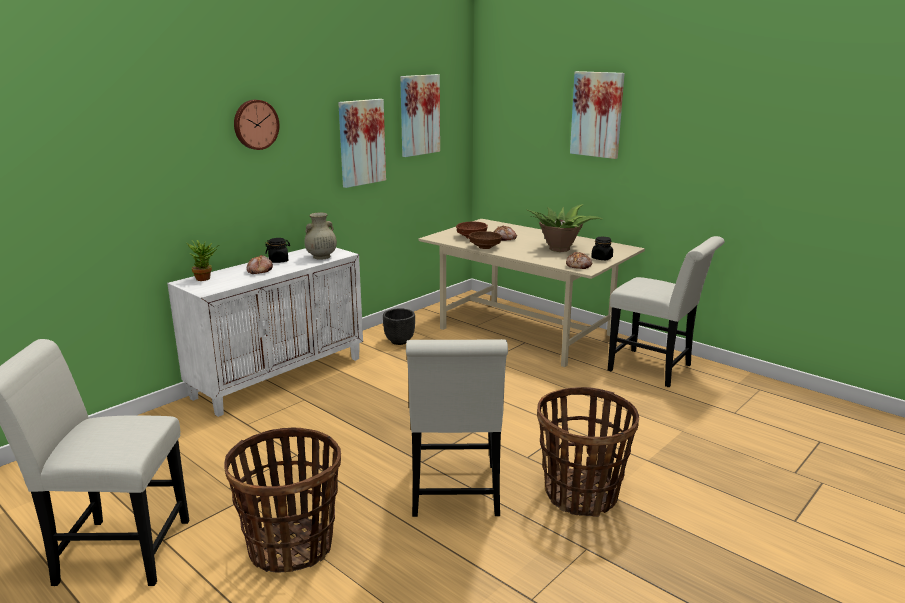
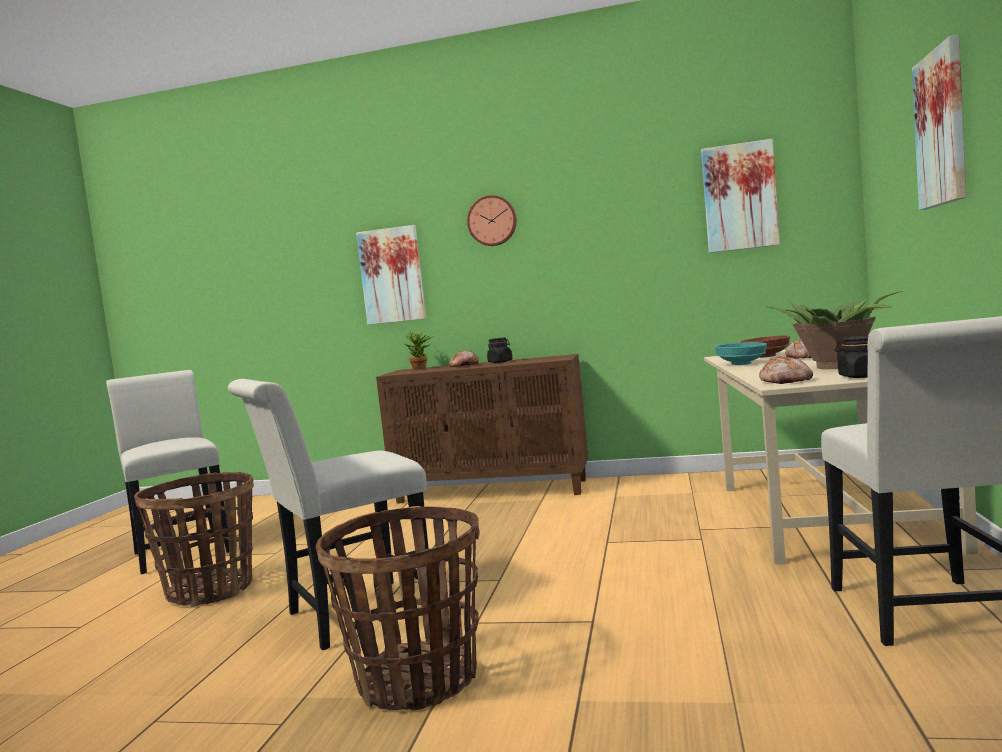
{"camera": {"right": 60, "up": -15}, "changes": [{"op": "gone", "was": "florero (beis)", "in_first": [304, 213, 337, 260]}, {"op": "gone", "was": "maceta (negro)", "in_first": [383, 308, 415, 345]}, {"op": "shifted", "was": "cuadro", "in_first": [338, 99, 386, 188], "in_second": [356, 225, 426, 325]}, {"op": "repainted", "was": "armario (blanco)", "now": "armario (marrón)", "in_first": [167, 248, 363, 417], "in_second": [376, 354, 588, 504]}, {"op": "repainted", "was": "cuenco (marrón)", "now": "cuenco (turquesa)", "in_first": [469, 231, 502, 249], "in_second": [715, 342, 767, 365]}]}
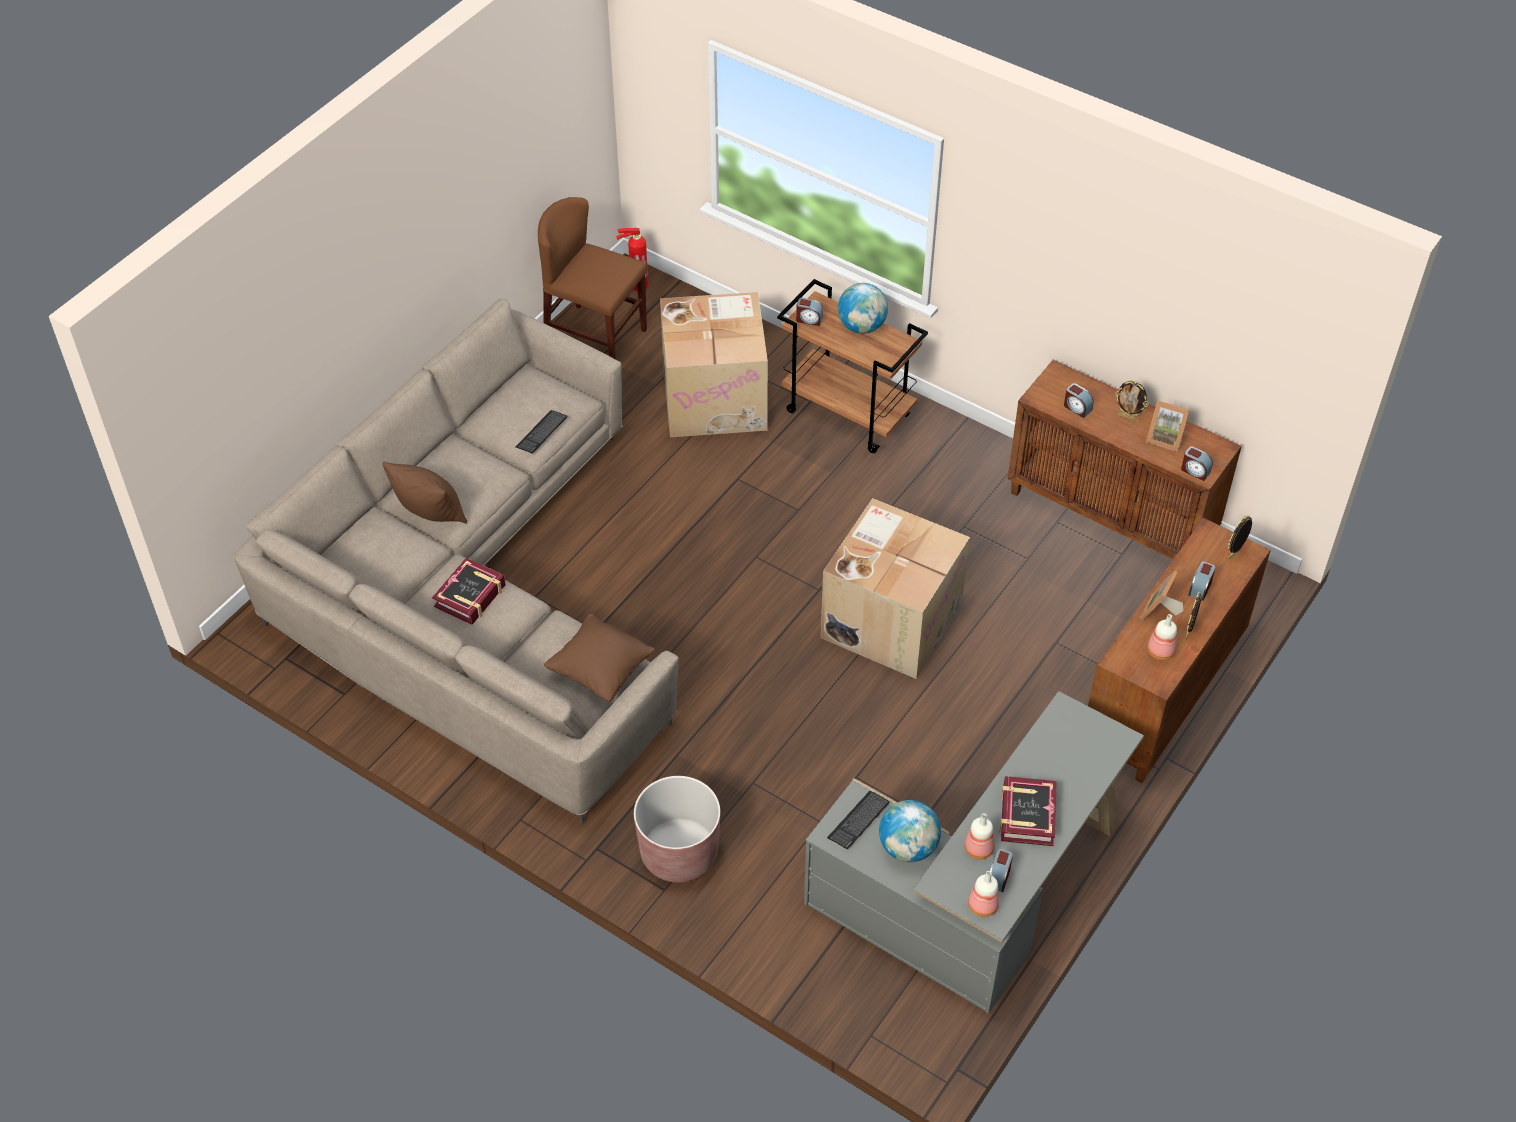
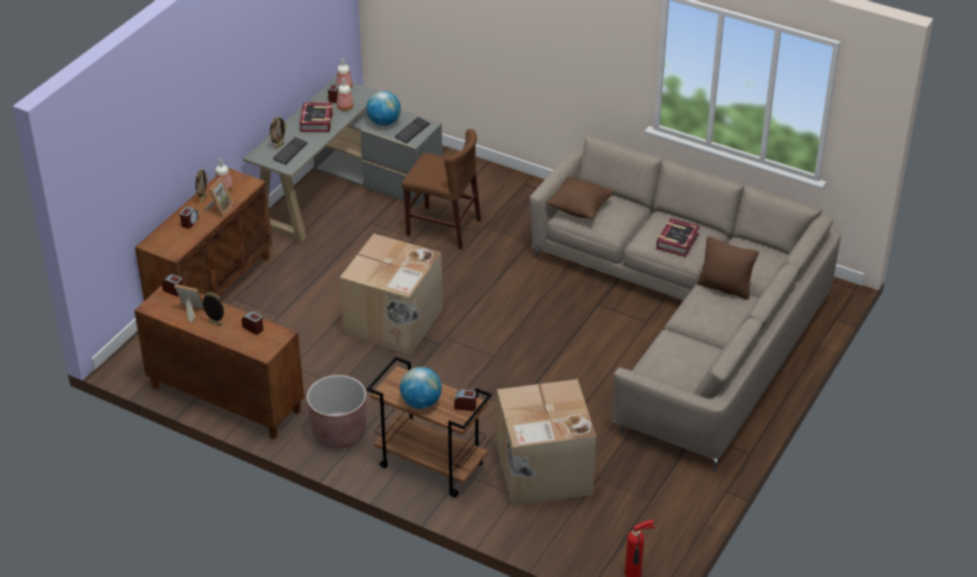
{"camera": {"right": 175, "up": -10}, "changes": [{"op": "shifted", "was": "teclado", "in_first": [515, 410, 568, 454], "in_second": [273, 137, 308, 165]}, {"op": "shifted", "was": "silla (marrón)", "in_first": [538, 197, 647, 359], "in_second": [402, 129, 481, 249]}, {"op": "shifted", "was": "maceta (marrón)", "in_first": [634, 776, 721, 883], "in_second": [307, 375, 366, 449]}, {"op": "shifted", "was": "portarretratos", "in_first": [1227, 515, 1252, 559], "in_second": [269, 117, 287, 149]}]}
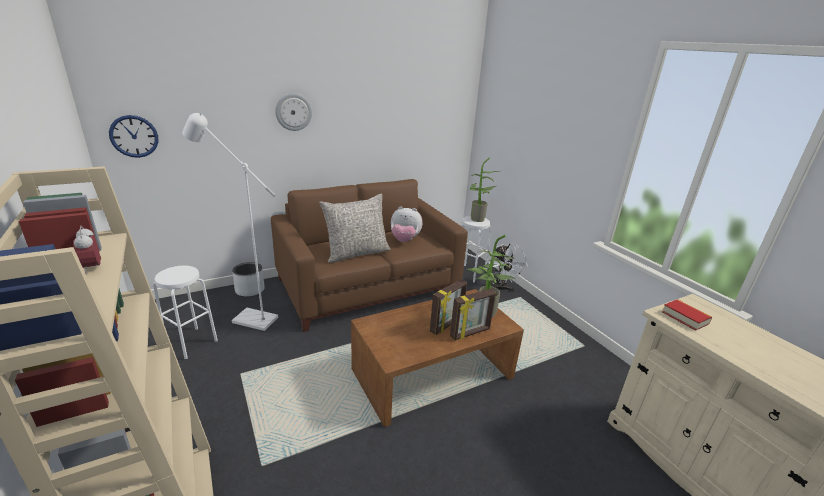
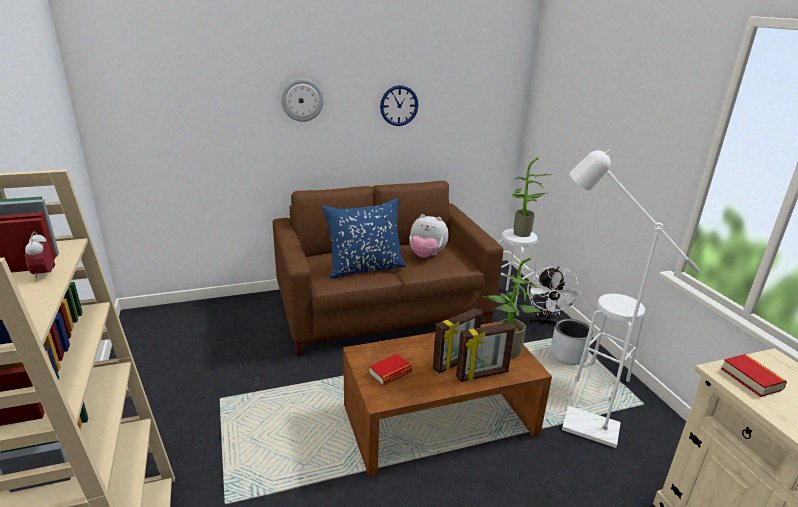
{"camera": {"right": 10, "up": 0}, "changes": [{"op": "new", "now": "libro", "in_second": [369, 354, 412, 386]}, {"op": "shifted", "was": "reloj de pared", "in_first": [109, 115, 158, 158], "in_second": [380, 85, 418, 126]}, {"op": "shifted", "was": "taburete (blanco)", "in_first": [153, 266, 218, 359], "in_second": [576, 294, 645, 398]}, {"op": "shifted", "was": "lámpara de pie (blanco)", "in_first": [182, 112, 278, 331], "in_second": [562, 150, 700, 448]}, {"op": "shifted", "was": "maceta (gris)", "in_first": [232, 262, 265, 297], "in_second": [550, 319, 593, 365]}, {"op": "repainted", "was": "cojín (gris)", "now": "cojín (azul)", "in_first": [319, 193, 391, 263], "in_second": [322, 198, 406, 278]}]}
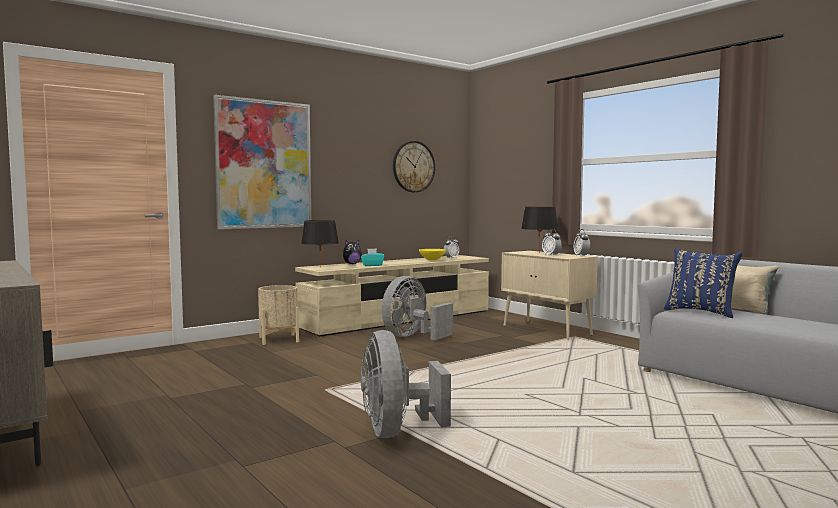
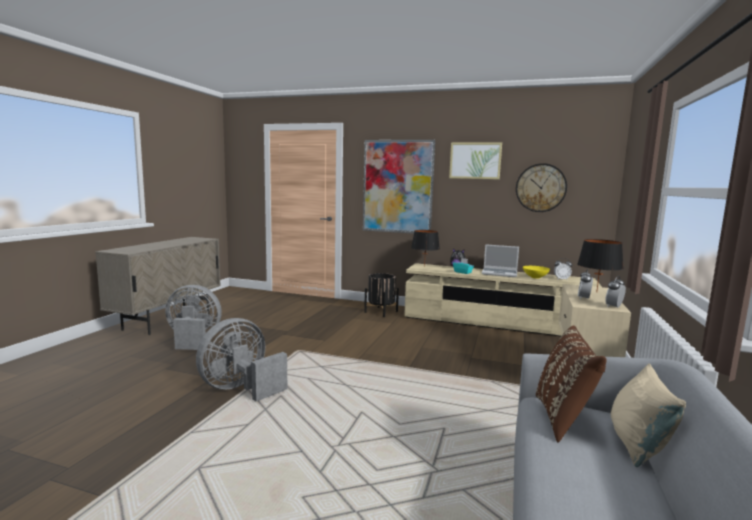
{"camera": {"right": 55, "up": 5}, "changes": [{"op": "new", "now": "cuadro", "in_second": [449, 142, 502, 179]}, {"op": "new", "now": "portátil", "in_second": [482, 244, 519, 277]}, {"op": "shifted", "was": "ventilador (gris)", "in_first": [382, 276, 453, 340], "in_second": [165, 285, 222, 350]}, {"op": "repainted", "was": "maceta (beis)", "now": "maceta (negro)", "in_first": [258, 285, 299, 345], "in_second": [364, 273, 399, 317]}, {"op": "repainted", "was": "cojín (azul)", "now": "cojín (marrón)", "in_first": [664, 249, 742, 318], "in_second": [536, 325, 606, 443]}]}
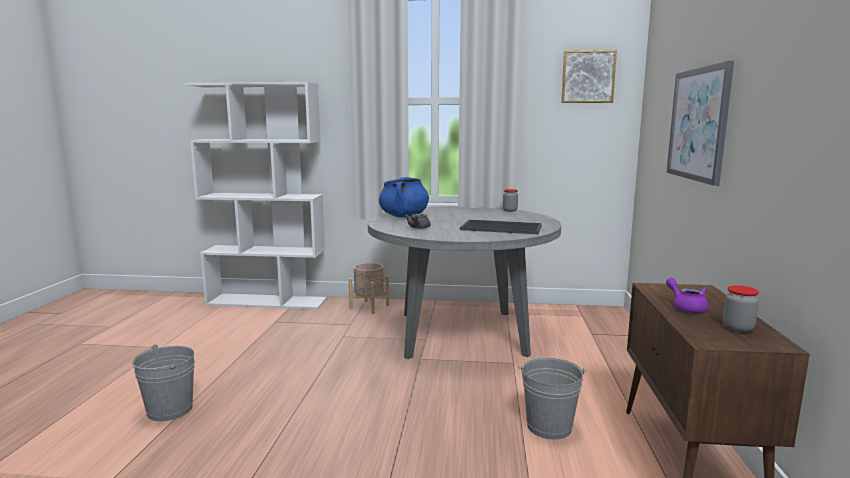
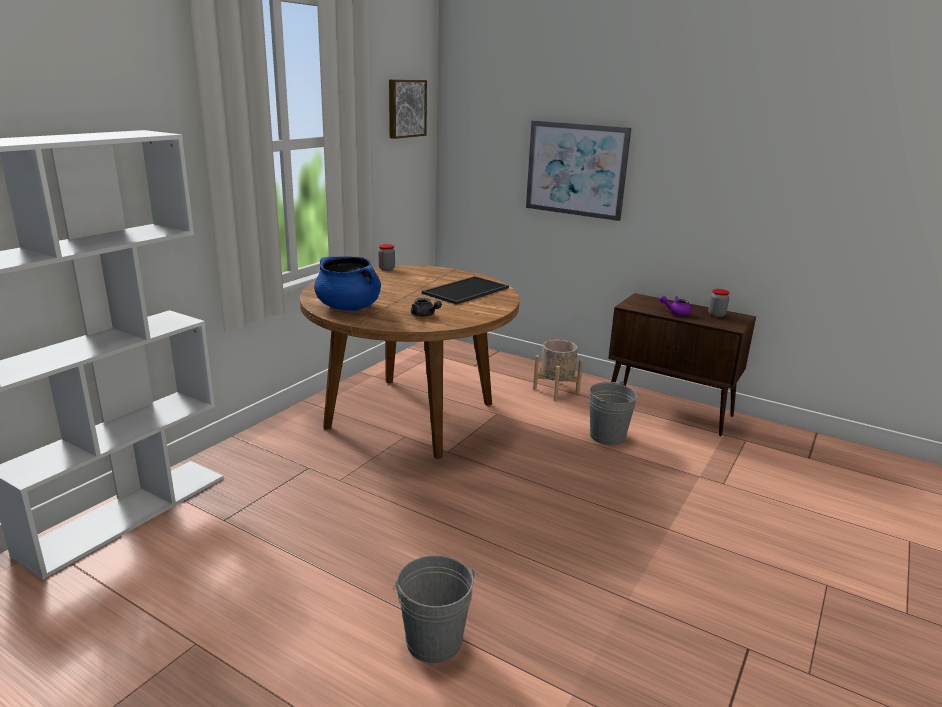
{"camera": {"right": -65, "up": 10}, "changes": [{"op": "shifted", "was": "maceta (beis)", "in_first": [349, 263, 389, 314], "in_second": [533, 340, 583, 401]}, {"op": "repainted", "was": "mesa de comedor (gris)", "now": "mesa de comedor (marrón)", "in_first": [368, 206, 561, 359], "in_second": [300, 265, 520, 459]}]}
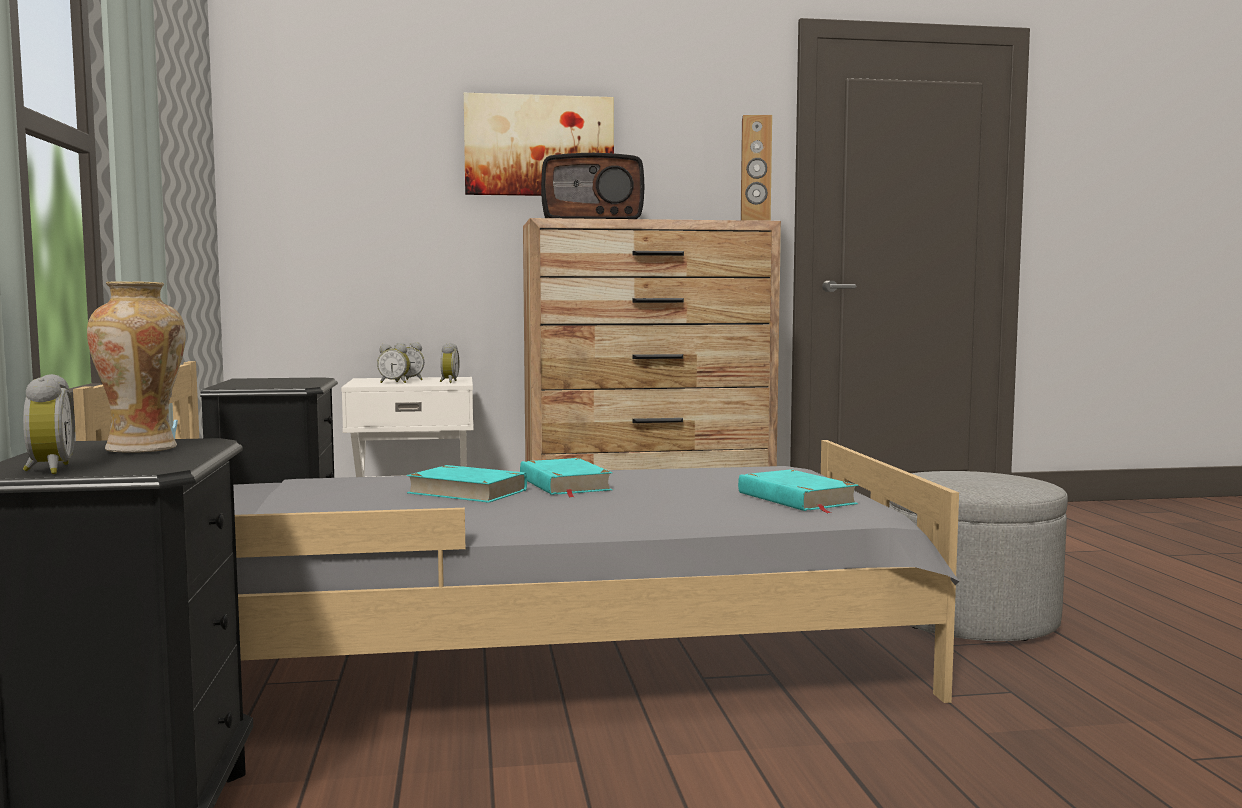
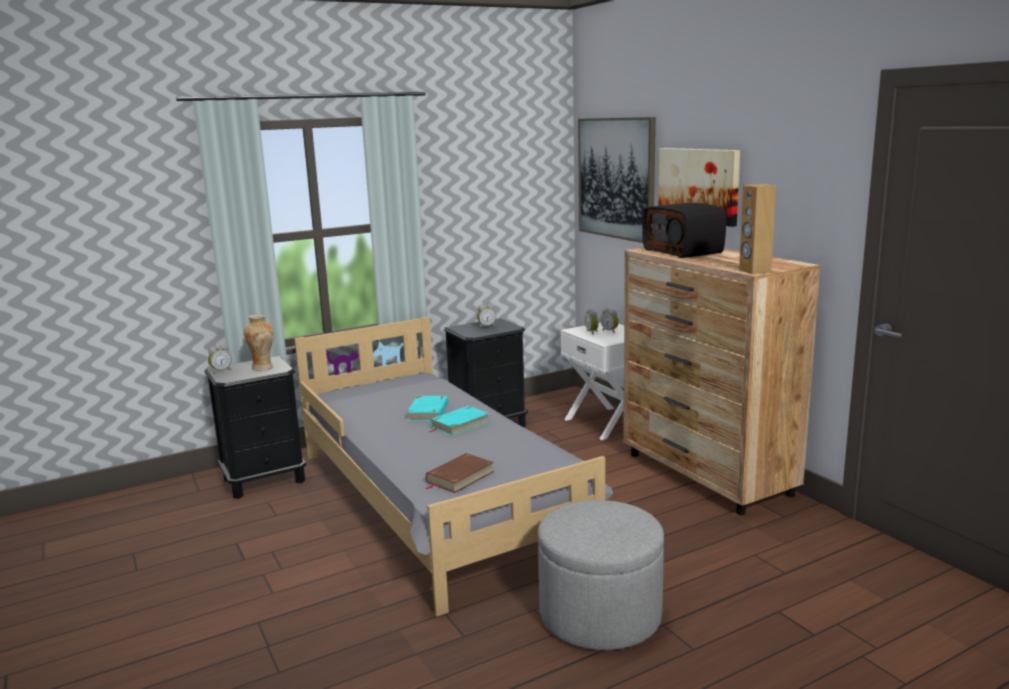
{"camera": {"right": 70, "up": 10}, "changes": [{"op": "new", "now": "cuadro", "in_second": [578, 117, 656, 243]}, {"op": "shifted", "was": "despertador", "in_first": [440, 343, 460, 383], "in_second": [477, 304, 496, 328]}, {"op": "repainted", "was": "libro (turquesa)", "now": "libro (marrón)", "in_first": [738, 469, 858, 513], "in_second": [425, 453, 494, 493]}]}
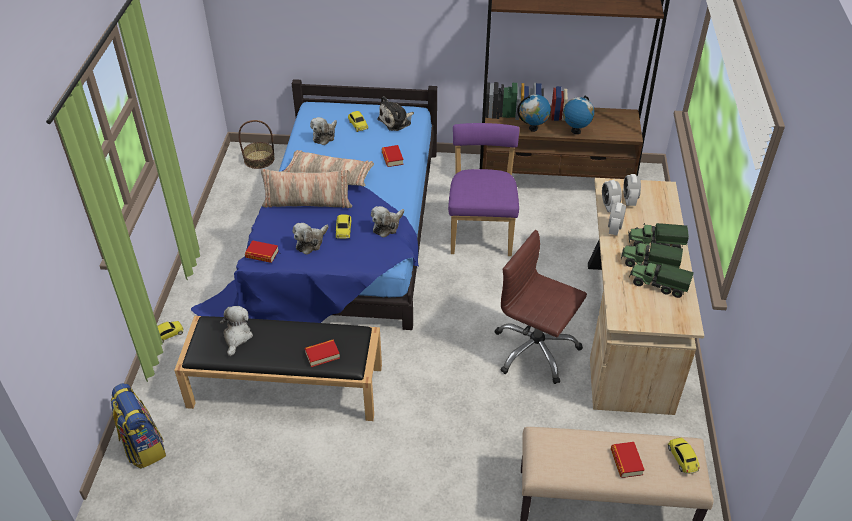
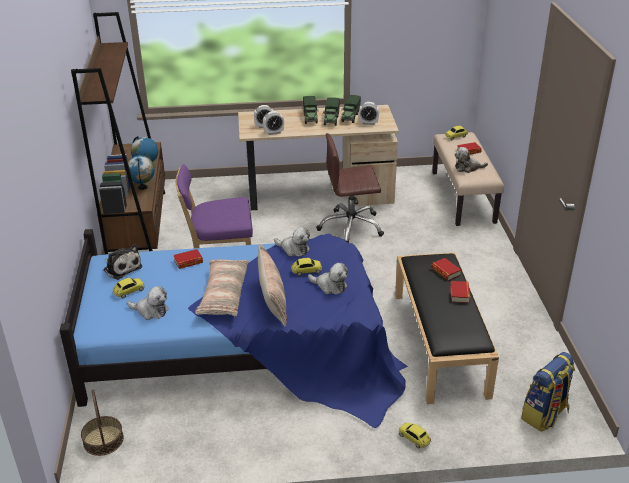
{"camera": {"right": -100, "up": -10}, "changes": [{"op": "shifted", "was": "peluche", "in_first": [220, 306, 253, 356], "in_second": [455, 147, 488, 173]}, {"op": "shifted", "was": "libro", "in_first": [245, 240, 279, 263], "in_second": [450, 281, 470, 303]}, {"op": "shifted", "was": "despertador", "in_first": [608, 202, 626, 235], "in_second": [359, 102, 379, 125]}, {"op": "rotated", "was": "silla de oficina (marrón)", "in_first": [495, 230, 587, 384], "in_second": [316, 133, 384, 243], "clockwise": 60}]}
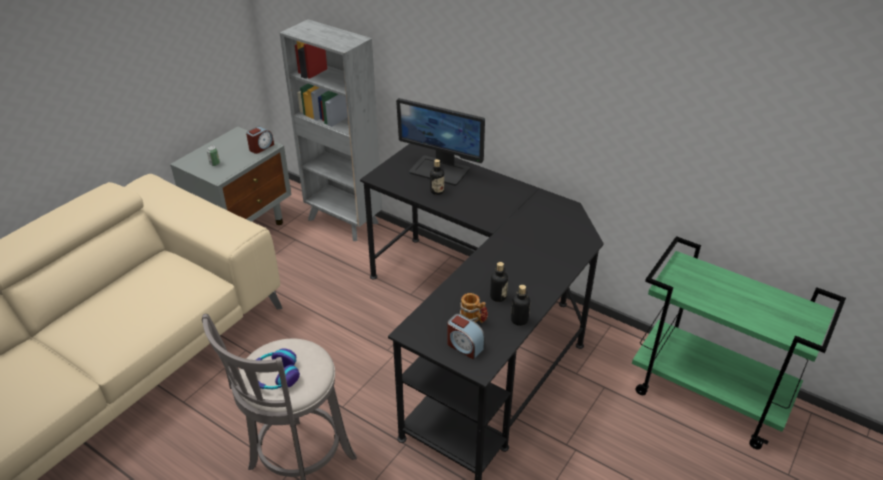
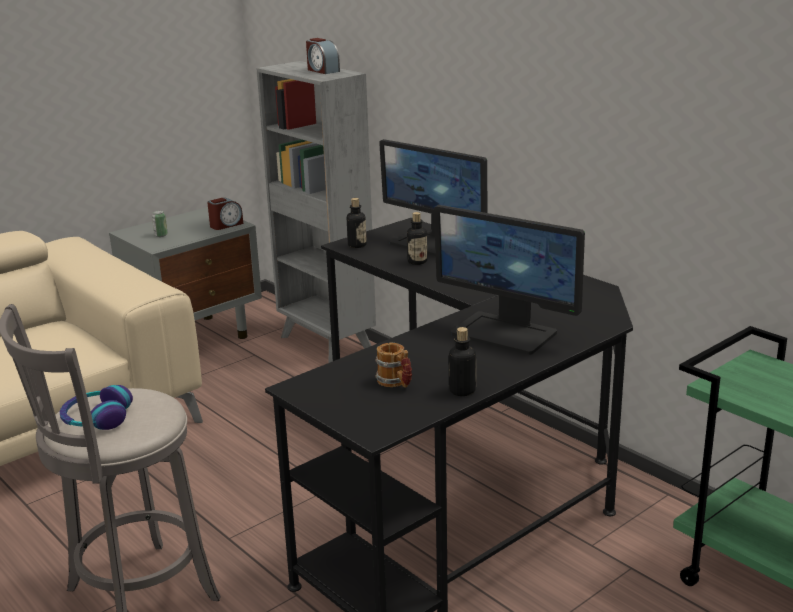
{"camera": {"right": 15, "up": -15}, "changes": [{"op": "new", "now": "monitor", "in_second": [434, 205, 585, 355]}, {"op": "shifted", "was": "despertador", "in_first": [447, 314, 485, 360], "in_second": [306, 38, 340, 74]}, {"op": "shifted", "was": "botella", "in_first": [490, 262, 508, 302], "in_second": [347, 198, 367, 248]}]}
